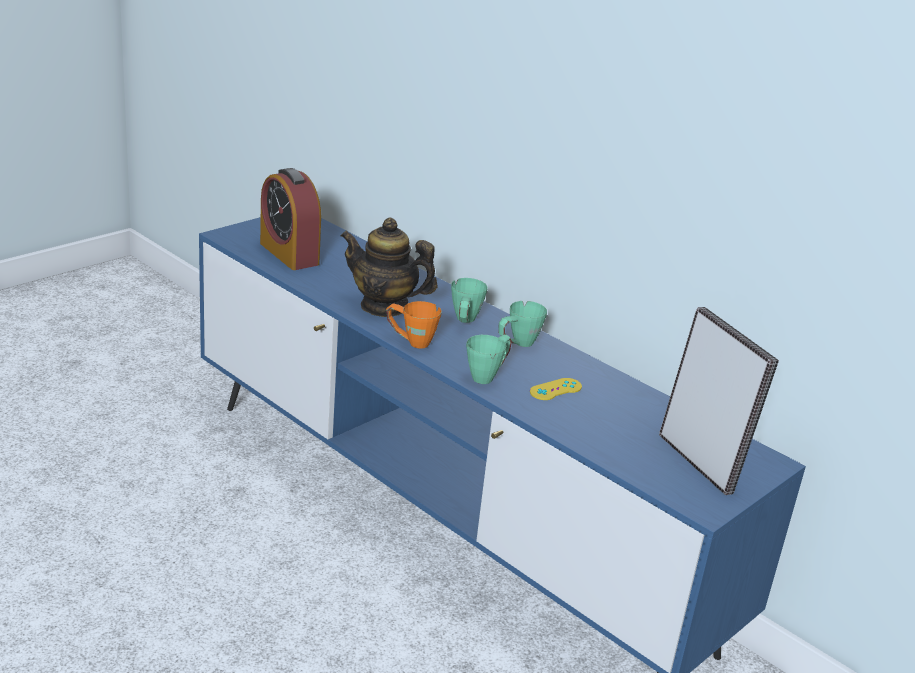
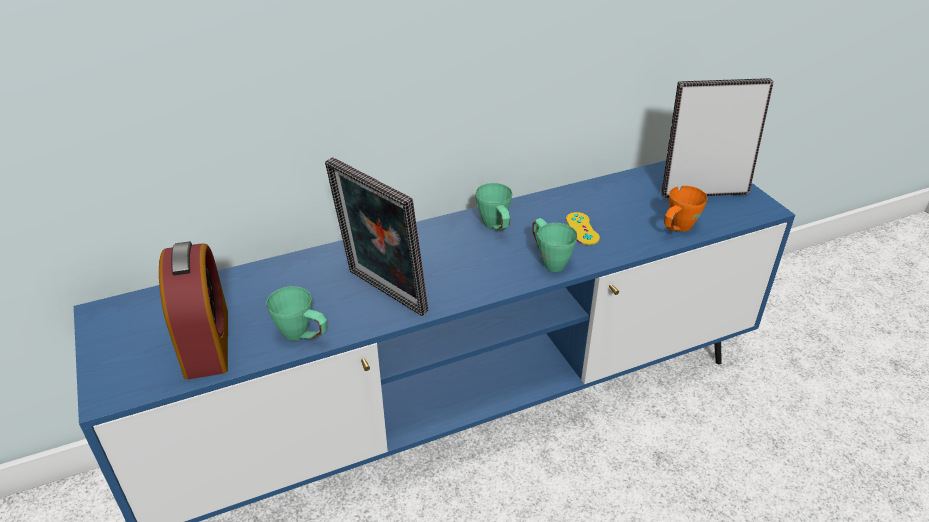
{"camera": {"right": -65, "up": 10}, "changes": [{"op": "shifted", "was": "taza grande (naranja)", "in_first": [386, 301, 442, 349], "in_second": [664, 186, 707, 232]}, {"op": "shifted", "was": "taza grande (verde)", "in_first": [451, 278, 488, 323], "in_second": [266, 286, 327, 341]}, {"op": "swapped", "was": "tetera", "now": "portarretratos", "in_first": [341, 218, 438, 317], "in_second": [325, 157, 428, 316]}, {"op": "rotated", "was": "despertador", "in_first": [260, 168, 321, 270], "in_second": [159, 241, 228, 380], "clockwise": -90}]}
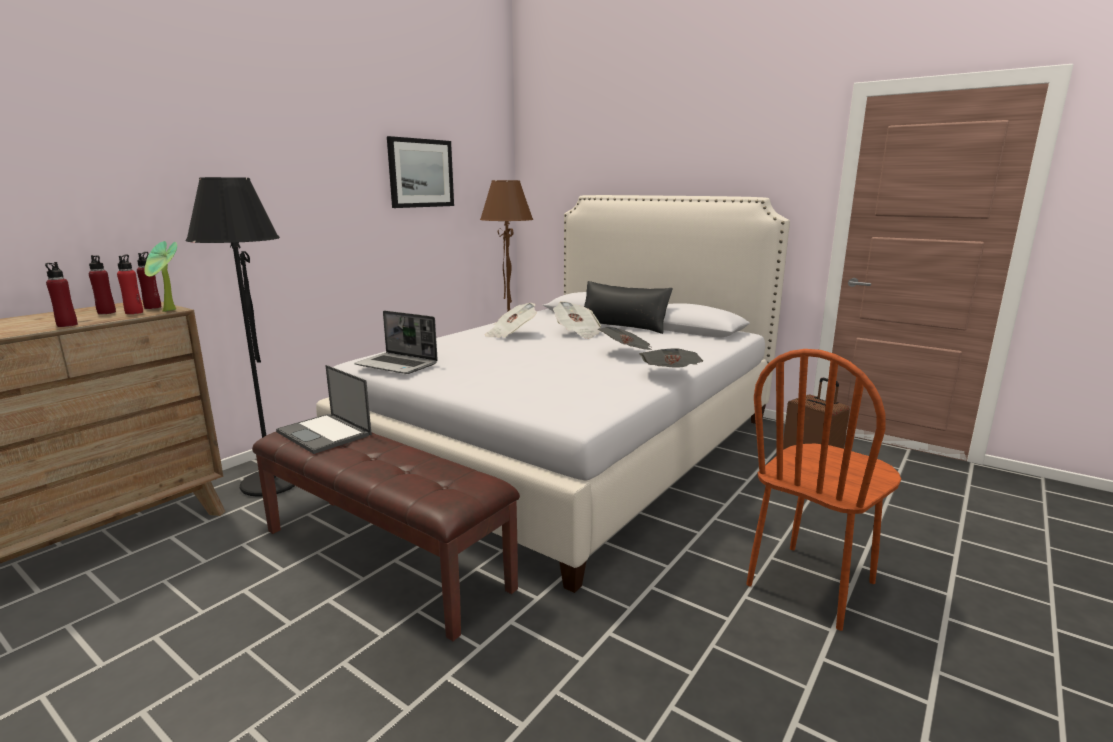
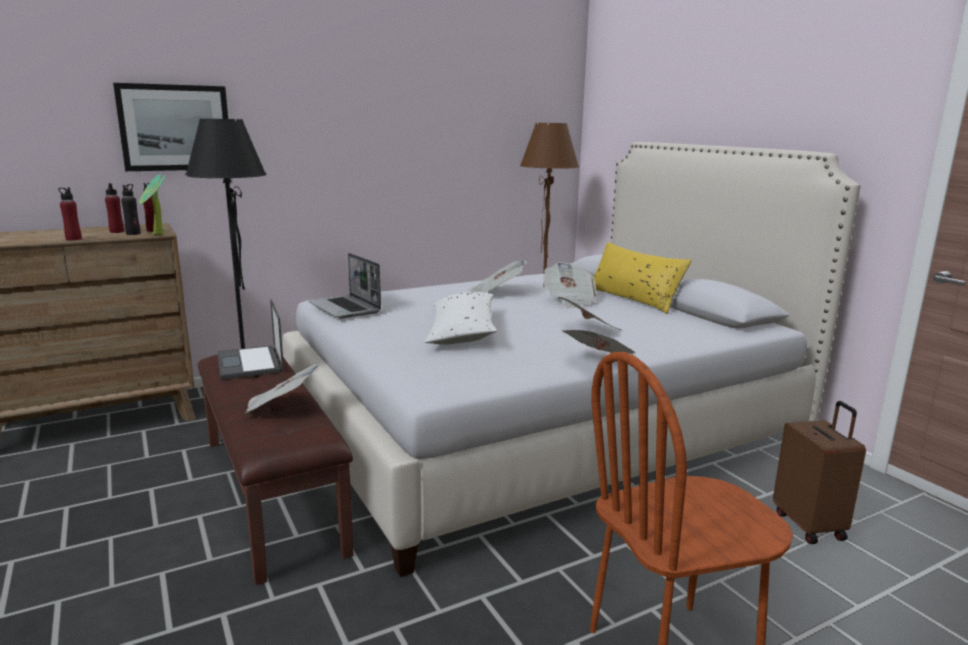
{"camera": {"right": 25, "up": 0}, "changes": [{"op": "new", "now": "periódico", "in_second": [244, 364, 320, 414]}, {"op": "new", "now": "cojín (blanco)", "in_second": [425, 292, 497, 345]}, {"op": "shifted", "was": "cuadro", "in_first": [387, 136, 454, 208], "in_second": [113, 83, 228, 171]}, {"op": "repainted", "was": "botella (rojo)", "now": "botella (negro)", "in_first": [117, 255, 143, 314], "in_second": [121, 184, 141, 235]}, {"op": "repainted", "was": "cojín (negro)", "now": "cojín (amarillo)", "in_first": [584, 281, 673, 334], "in_second": [594, 242, 692, 314]}]}
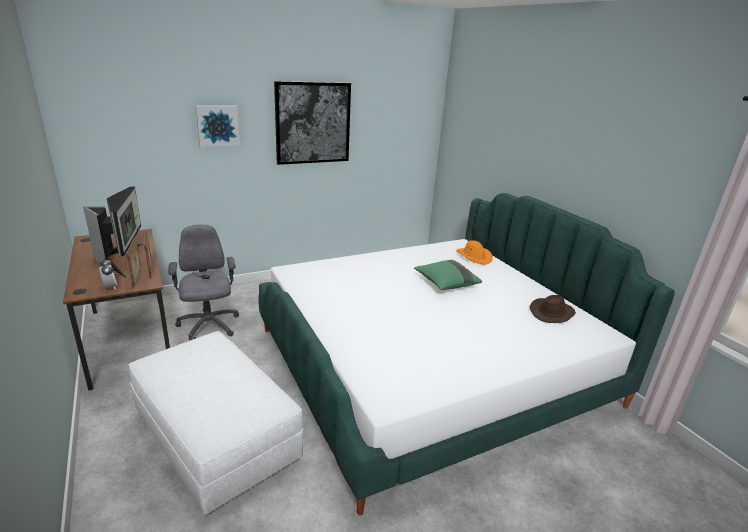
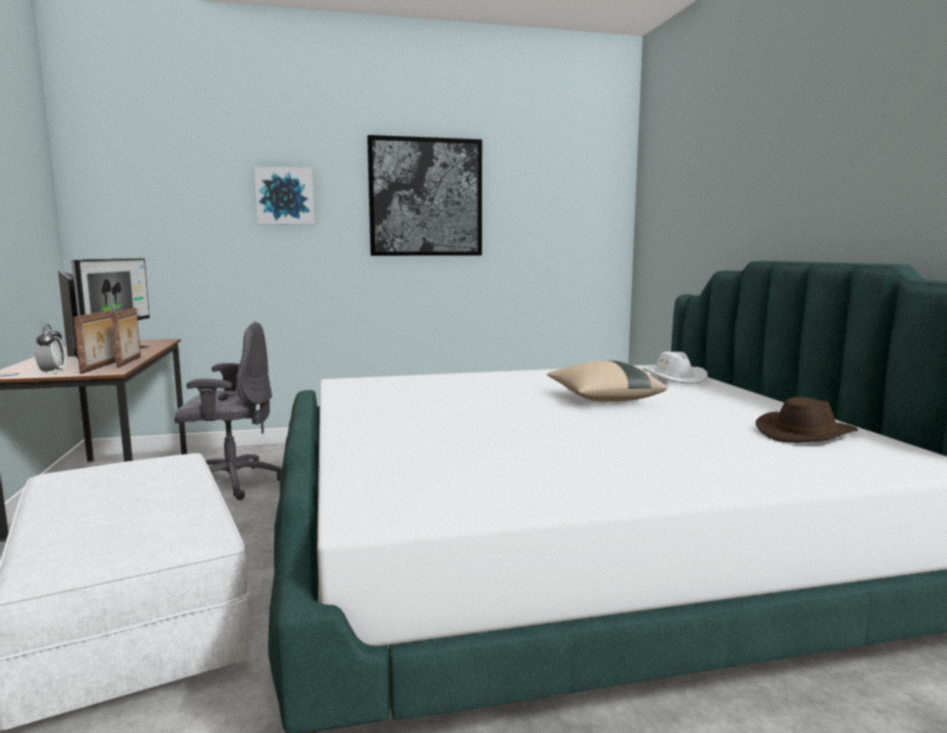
{"camera": {"right": 15, "up": -15}, "changes": [{"op": "repainted", "was": "cojín (verde)", "now": "cojín (beis)", "in_first": [414, 260, 482, 290], "in_second": [547, 360, 667, 402]}, {"op": "repainted", "was": "sombrero (naranja)", "now": "sombrero (blanco)", "in_first": [456, 240, 493, 264], "in_second": [642, 352, 708, 384]}, {"op": "rotated", "was": "silla de oficina (gris)", "in_first": [168, 225, 239, 340], "in_second": [175, 322, 282, 500], "clockwise": 90}]}
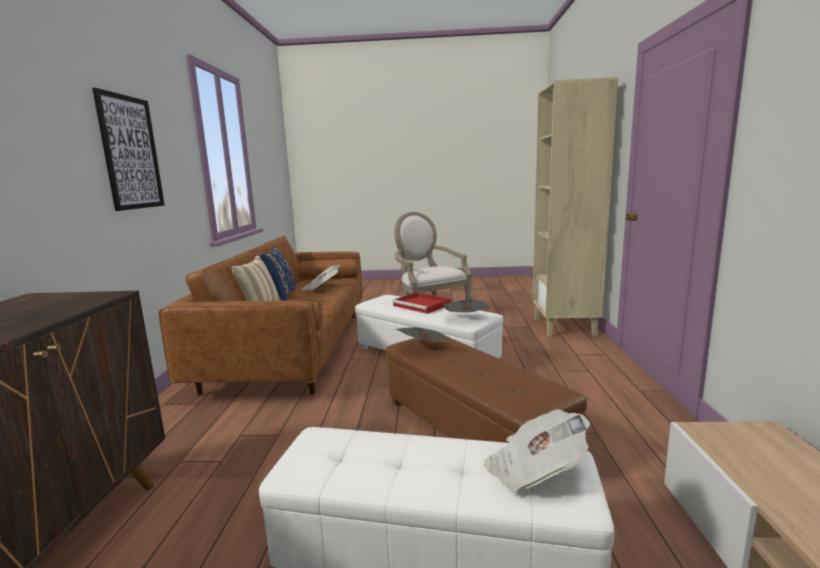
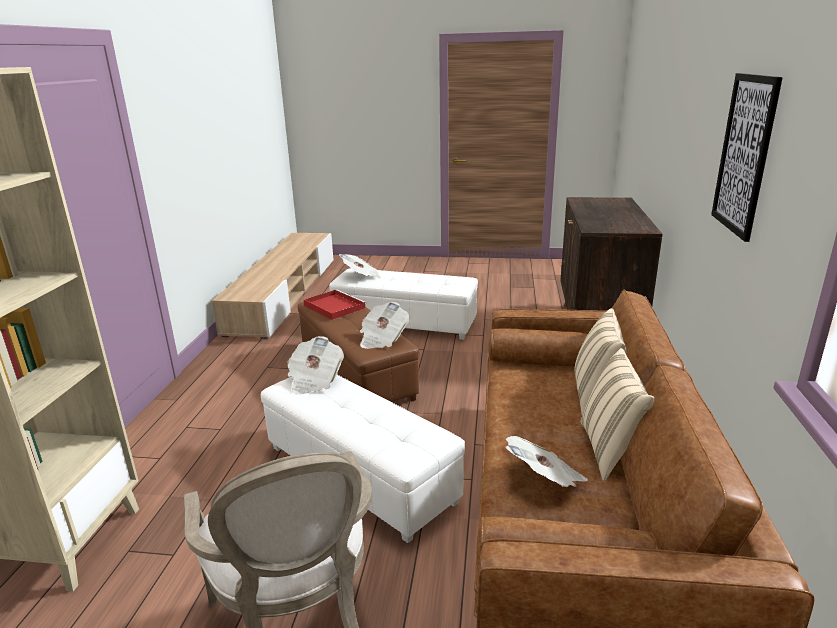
{"camera": {"right": -175, "up": 10}, "changes": [{"op": "shifted", "was": "bandeja (rojo)", "in_first": [392, 292, 451, 314], "in_second": [304, 289, 367, 320]}, {"op": "repainted", "was": "cojín (azul)", "now": "cojín (beis)", "in_first": [260, 246, 295, 301], "in_second": [580, 348, 654, 481]}]}
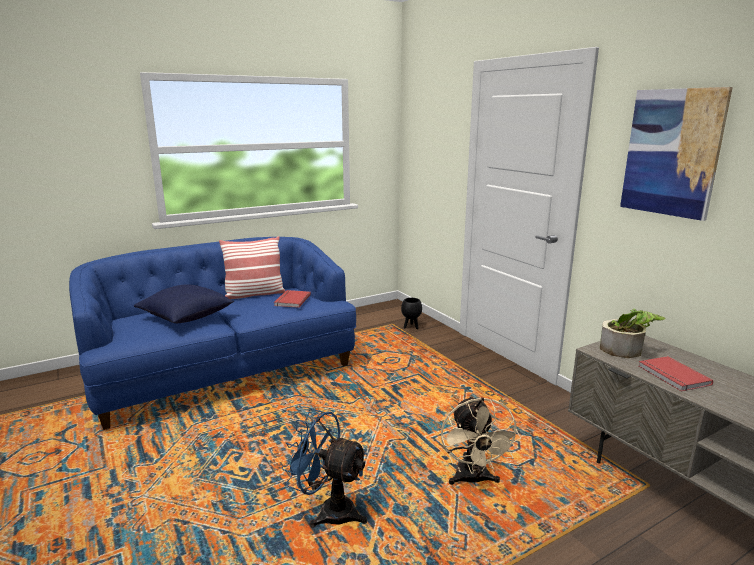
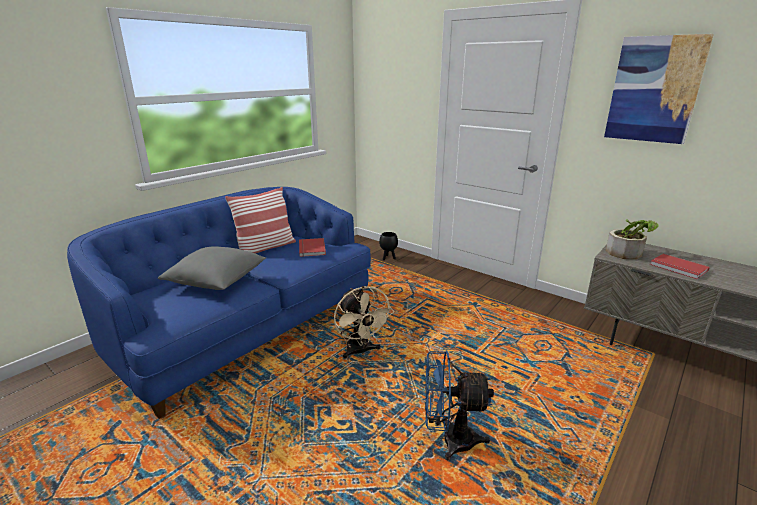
{"camera": {"right": -20, "up": 5}, "changes": [{"op": "shifted", "was": "ventilador (beis)", "in_first": [441, 396, 521, 486], "in_second": [334, 286, 394, 358]}, {"op": "repainted", "was": "cojín (azul)", "now": "cojín (gris)", "in_first": [134, 285, 234, 323], "in_second": [158, 246, 266, 290]}]}
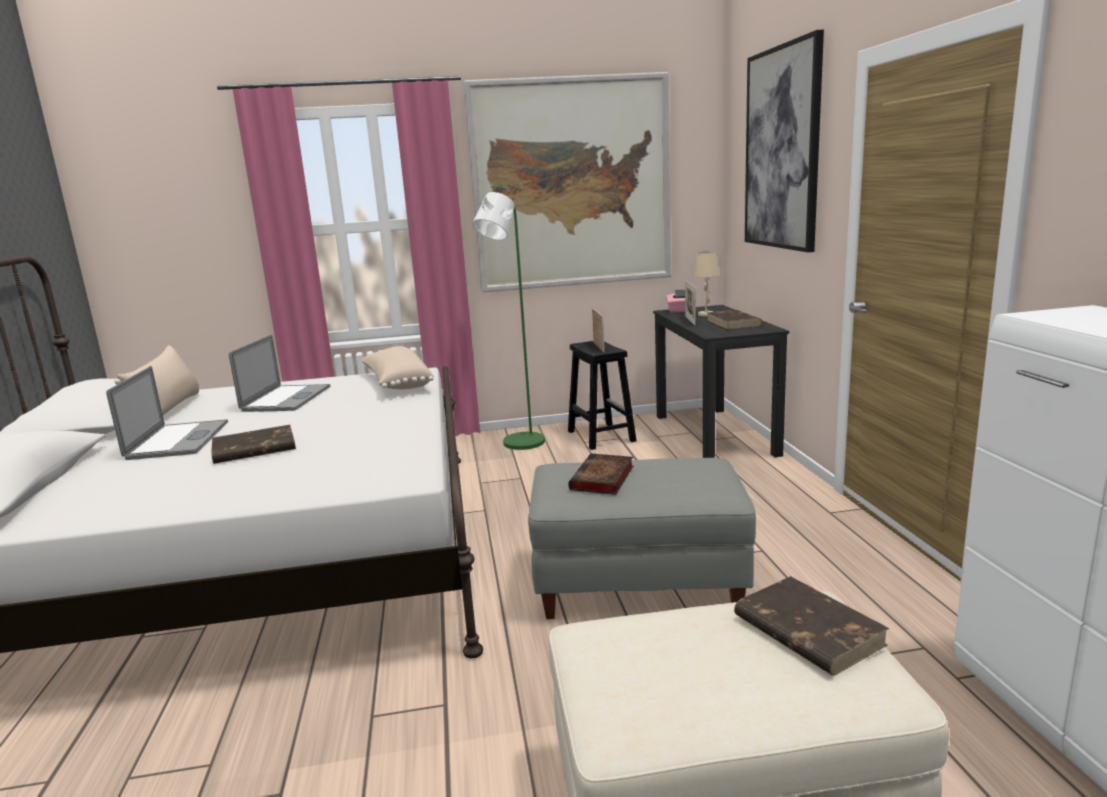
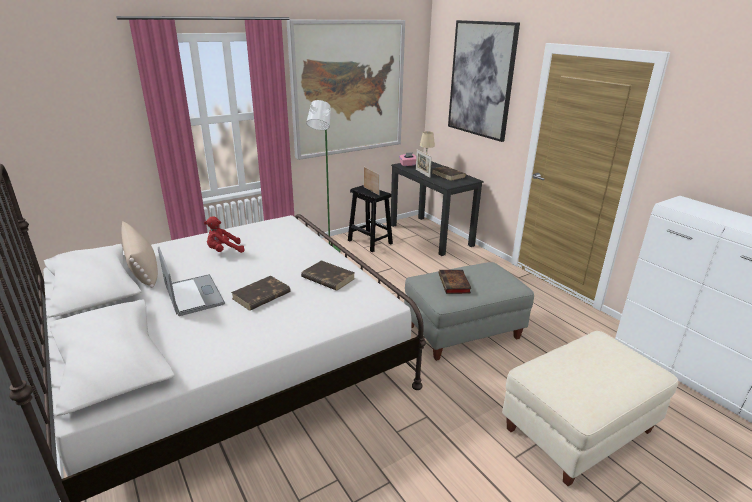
{"camera": {"right": -25, "up": 10}, "changes": [{"op": "gone", "was": "cojín (beis)", "in_first": [360, 346, 434, 389]}, {"op": "shifted", "was": "libro (marrón)", "in_first": [734, 576, 889, 676], "in_second": [301, 260, 355, 291]}, {"op": "swapped", "was": "portátil", "now": "peluche (rojo)", "in_first": [229, 334, 331, 412], "in_second": [204, 216, 244, 253]}]}
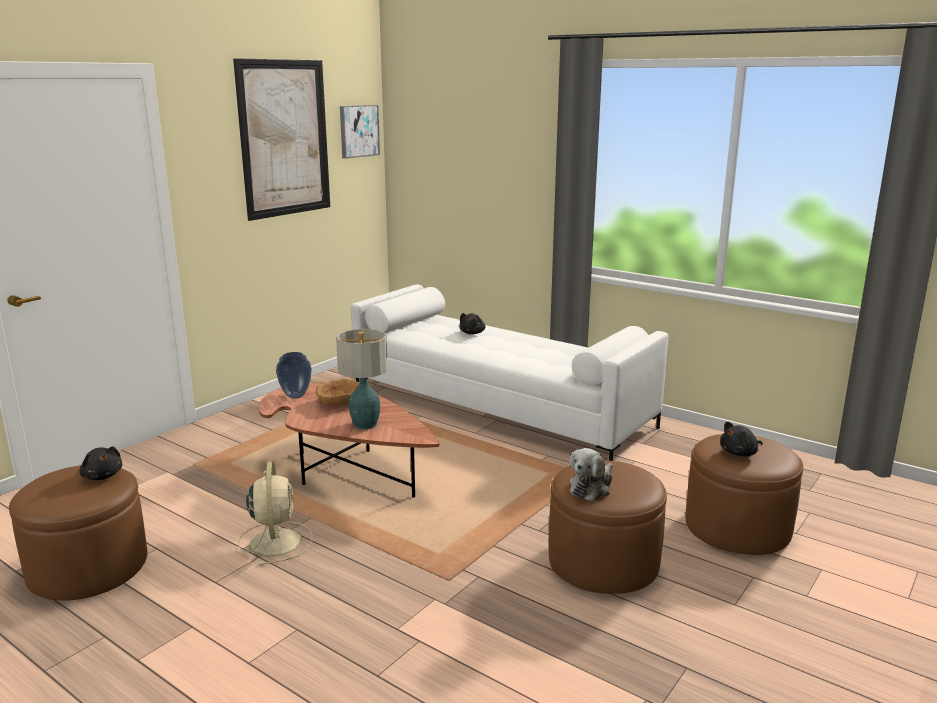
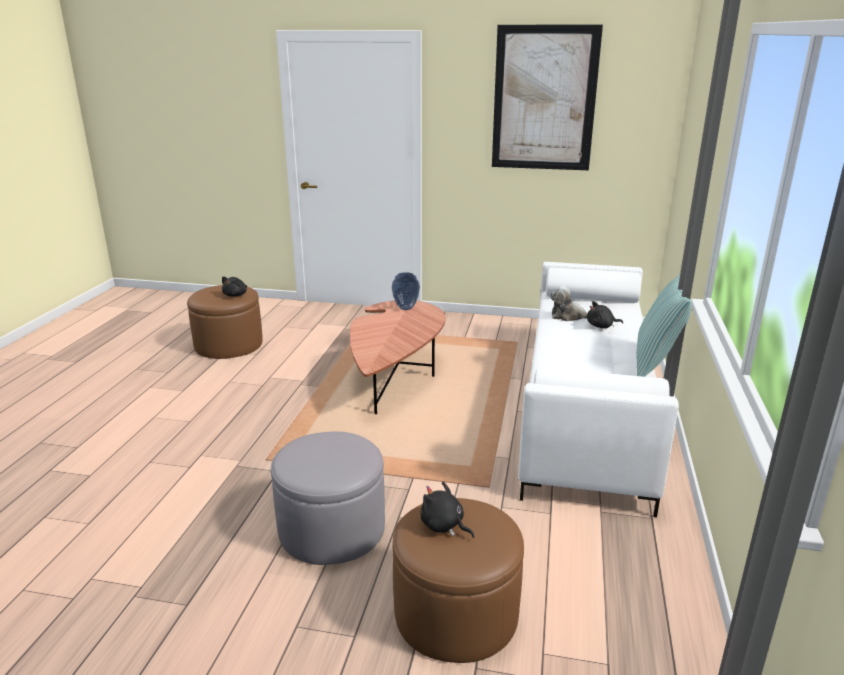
{"camera": {"right": 65, "up": 5}, "changes": [{"op": "gone", "was": "ventilador (beis)", "in_first": [238, 461, 313, 566]}, {"op": "gone", "was": "cuenco (marrón)", "in_first": [315, 379, 360, 406]}, {"op": "gone", "was": "lámpara de mesa", "in_first": [336, 329, 388, 429]}, {"op": "gone", "was": "cuadro", "in_first": [340, 105, 380, 159]}, {"op": "new", "now": "cojín", "in_second": [636, 275, 691, 377]}, {"op": "shifted", "was": "peluche", "in_first": [569, 448, 613, 502], "in_second": [550, 286, 588, 321]}, {"op": "repainted", "was": "puf (marrón)", "now": "puf (gris)", "in_first": [549, 460, 667, 594], "in_second": [271, 432, 385, 565]}]}
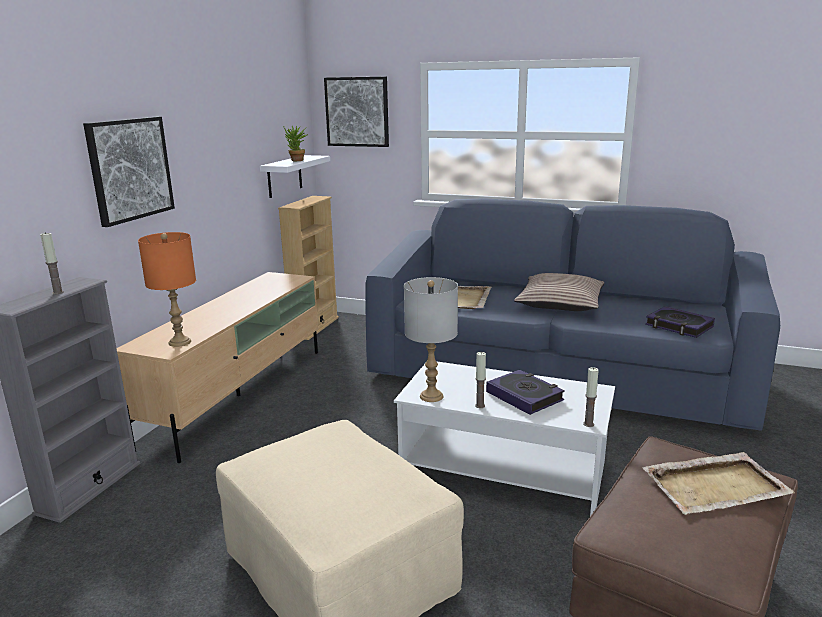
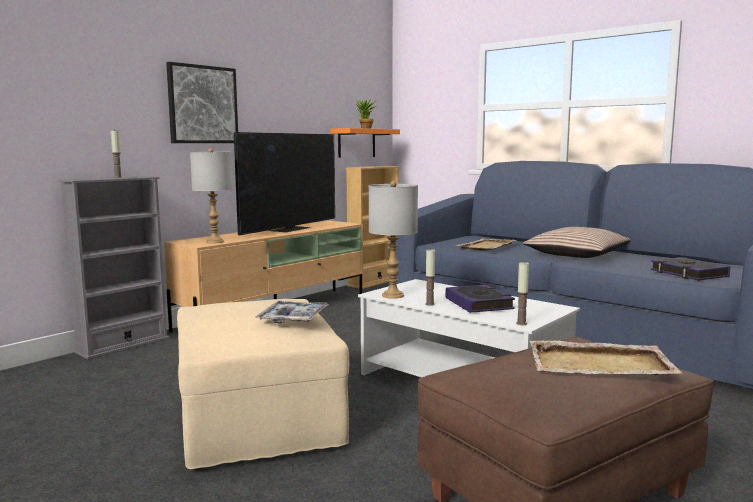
{"camera": {"right": 20, "up": -10}, "changes": [{"op": "gone", "was": "cuadro", "in_first": [324, 77, 389, 147]}, {"op": "new", "now": "televisor", "in_second": [234, 132, 335, 235]}, {"op": "new", "now": "bandeja", "in_second": [255, 301, 329, 323]}, {"op": "repainted", "was": "lámpara de mesa (naranja)", "now": "lámpara de mesa (gris)", "in_first": [138, 232, 196, 347], "in_second": [190, 148, 233, 244]}, {"op": "repainted", "was": "estante (blanco)", "now": "estante (naranja)", "in_first": [260, 155, 330, 198], "in_second": [331, 128, 400, 158]}]}
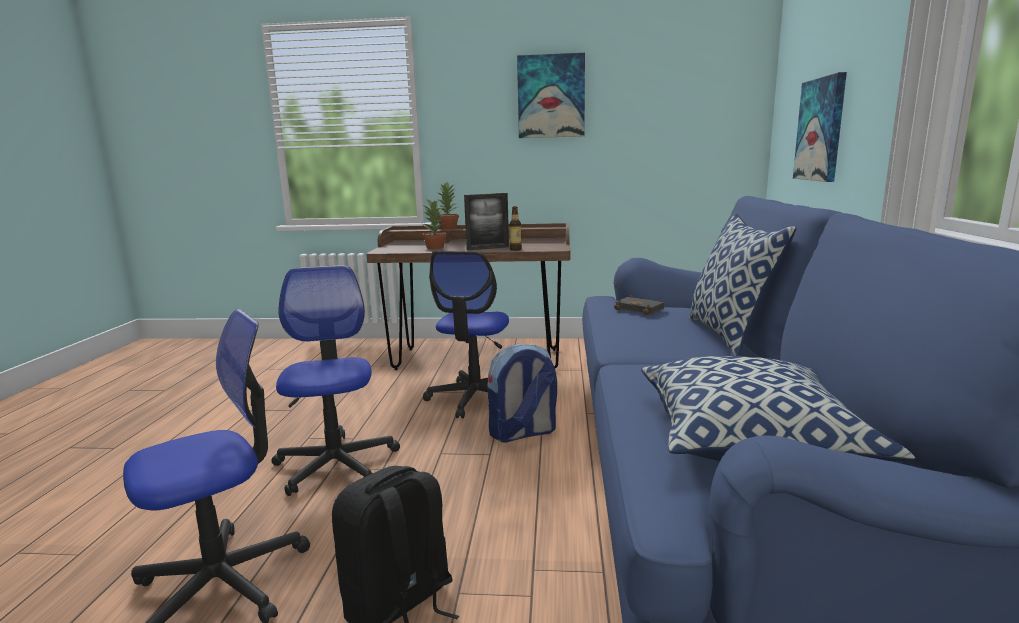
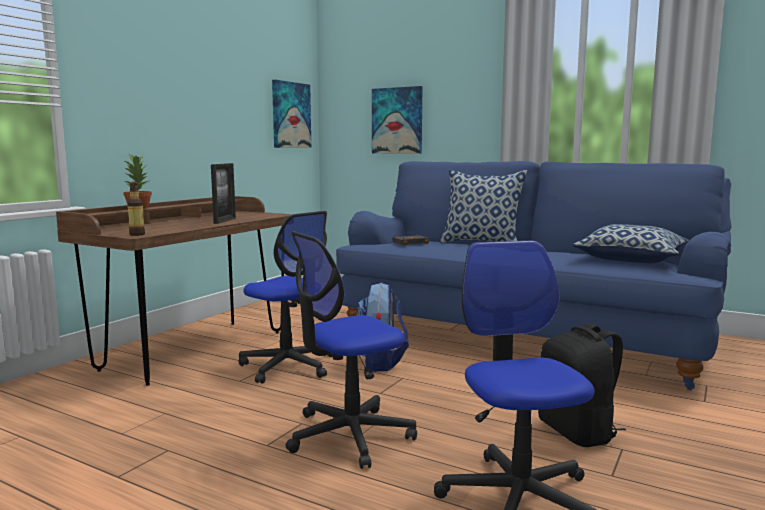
{"camera": {"right": -65, "up": -5}, "changes": [{"op": "gone", "was": "planta en maceta", "in_first": [423, 198, 447, 249]}, {"op": "shifted", "was": "botella", "in_first": [509, 206, 522, 251], "in_second": [127, 182, 145, 236]}, {"op": "shifted", "was": "cuadro", "in_first": [517, 53, 585, 138], "in_second": [272, 80, 311, 148]}, {"op": "rotated", "was": "silla de oficina", "in_first": [271, 265, 400, 496], "in_second": [285, 231, 417, 469], "clockwise": -45}]}
